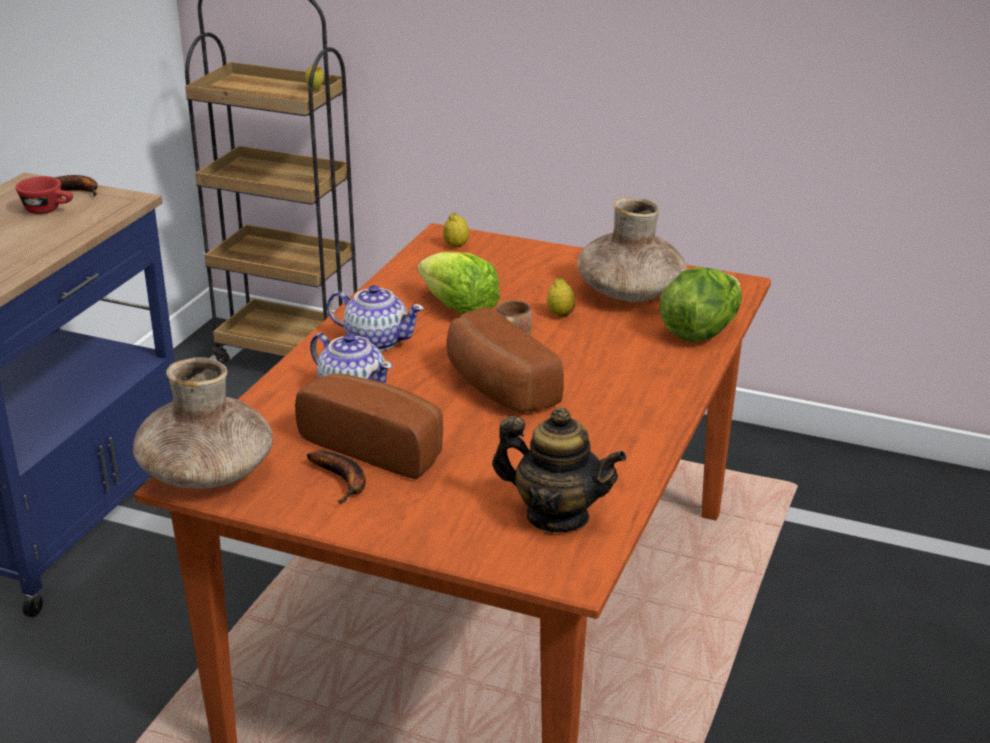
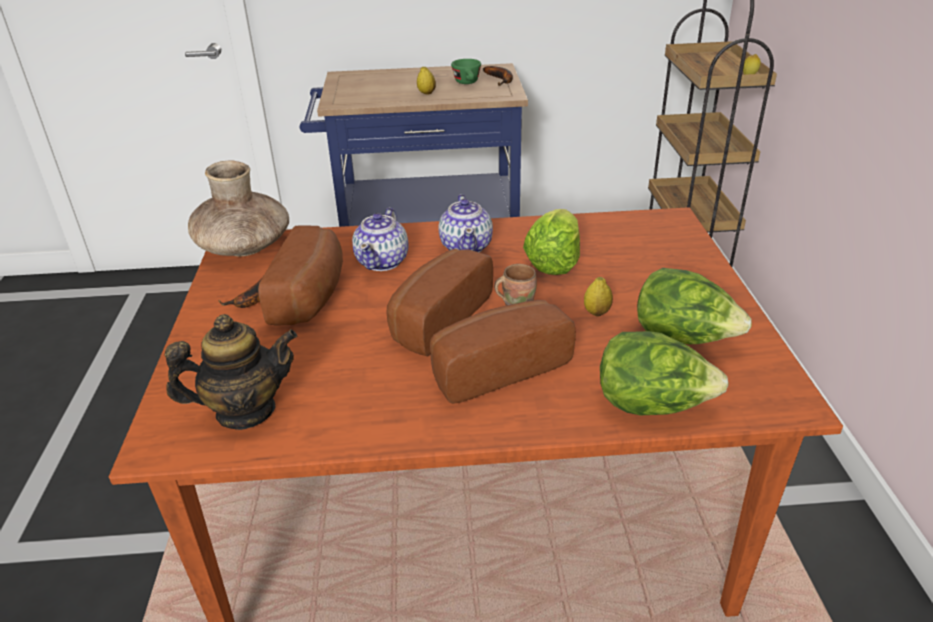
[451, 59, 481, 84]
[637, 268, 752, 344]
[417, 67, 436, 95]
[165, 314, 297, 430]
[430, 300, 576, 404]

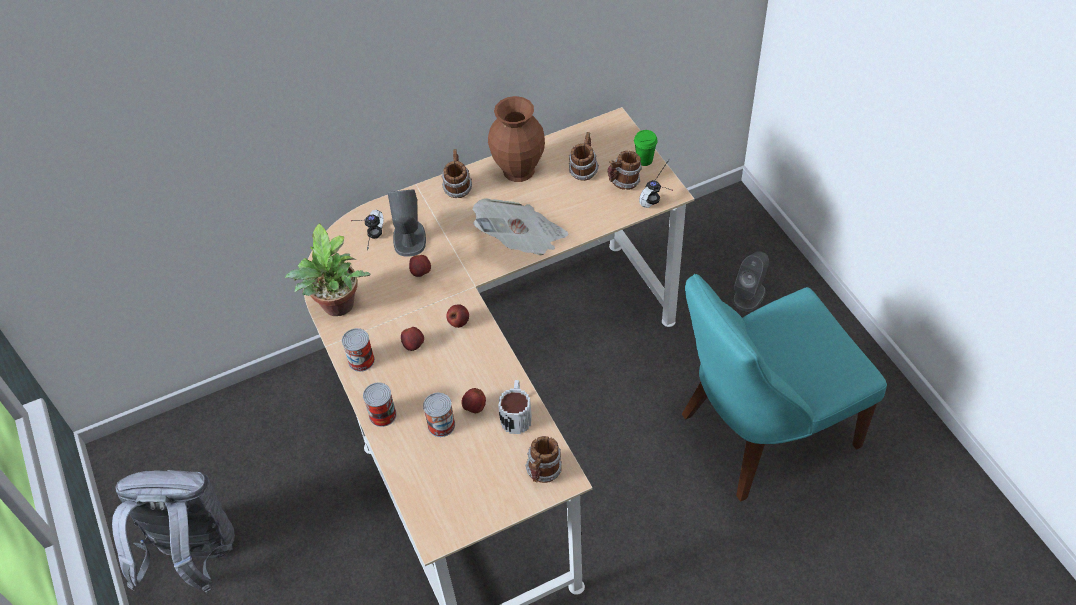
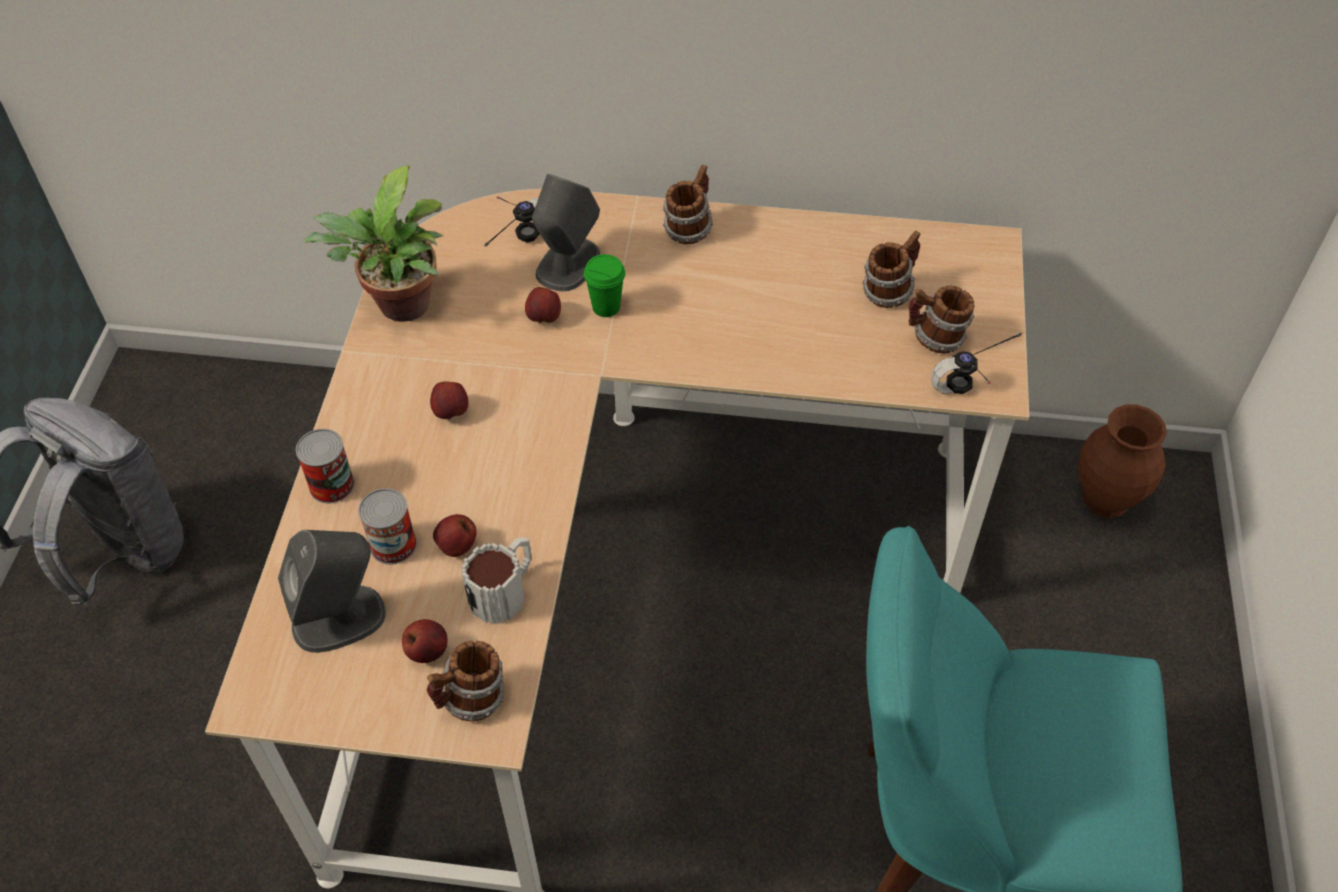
[1078, 405, 1167, 518]
[584, 254, 625, 317]
[472, 198, 569, 256] (first image)
[278, 530, 386, 653]
[402, 619, 448, 663]
[342, 328, 375, 372] (first image)

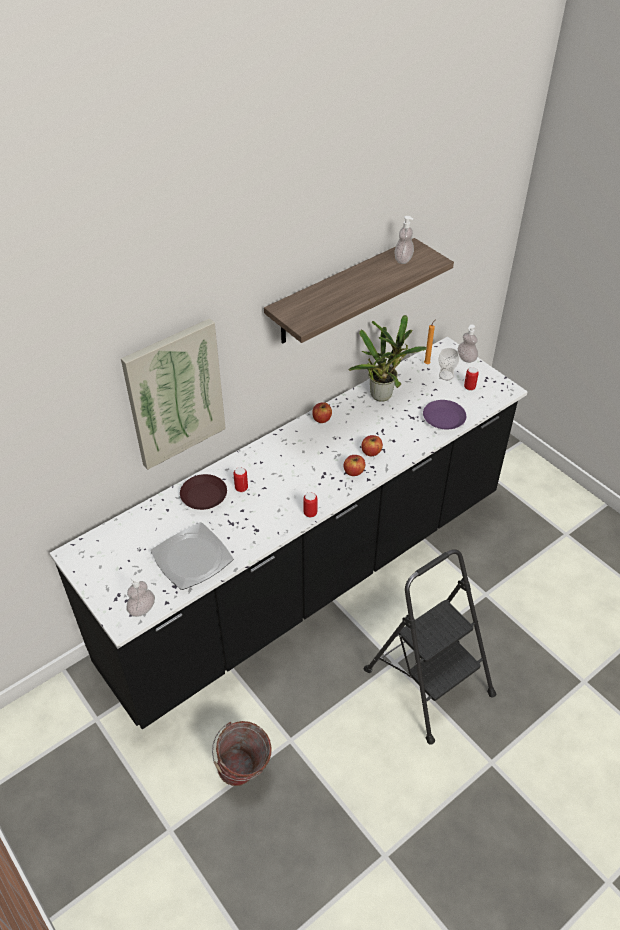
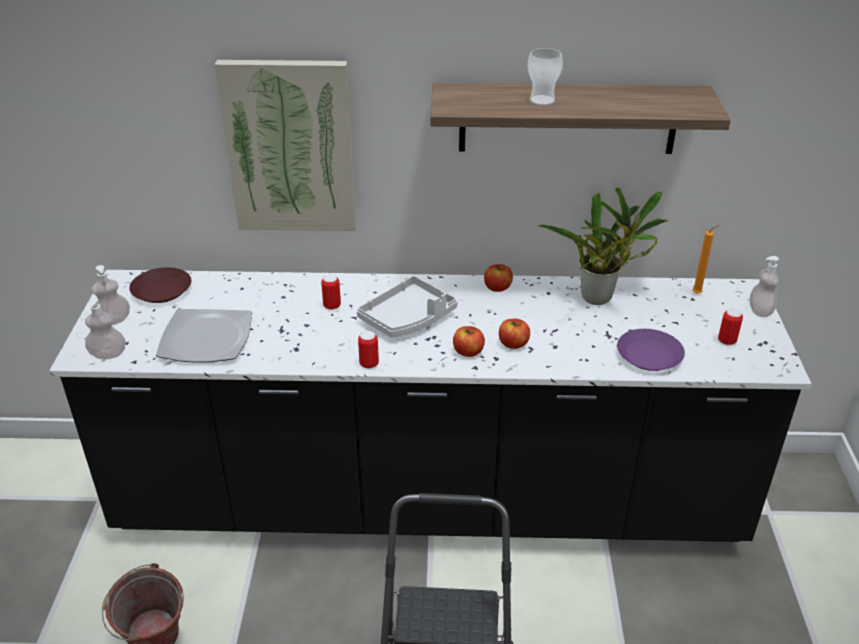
[92, 265, 130, 325]
[528, 48, 563, 106]
[129, 267, 191, 303]
[357, 276, 458, 337]

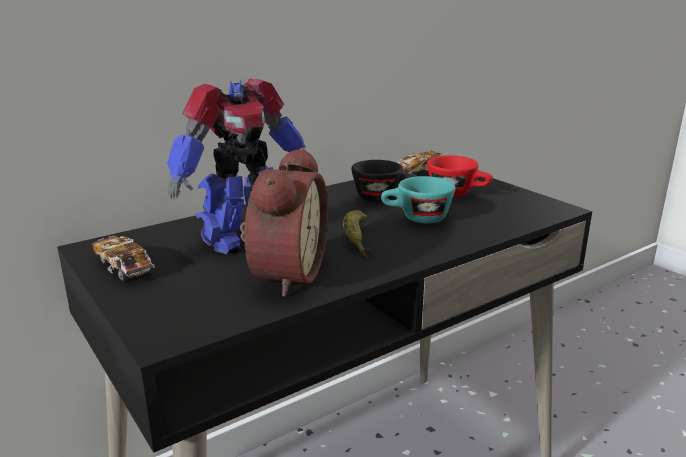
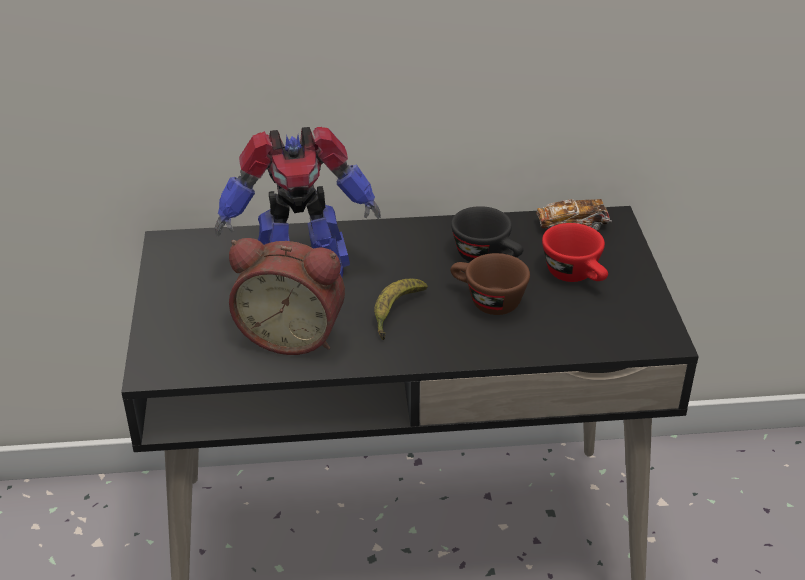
[229, 238, 345, 355]
[450, 253, 530, 315]
[92, 236, 155, 281] (first image)

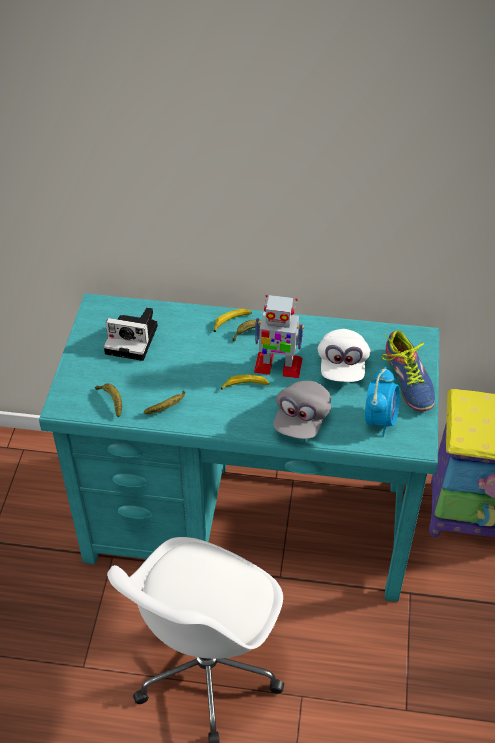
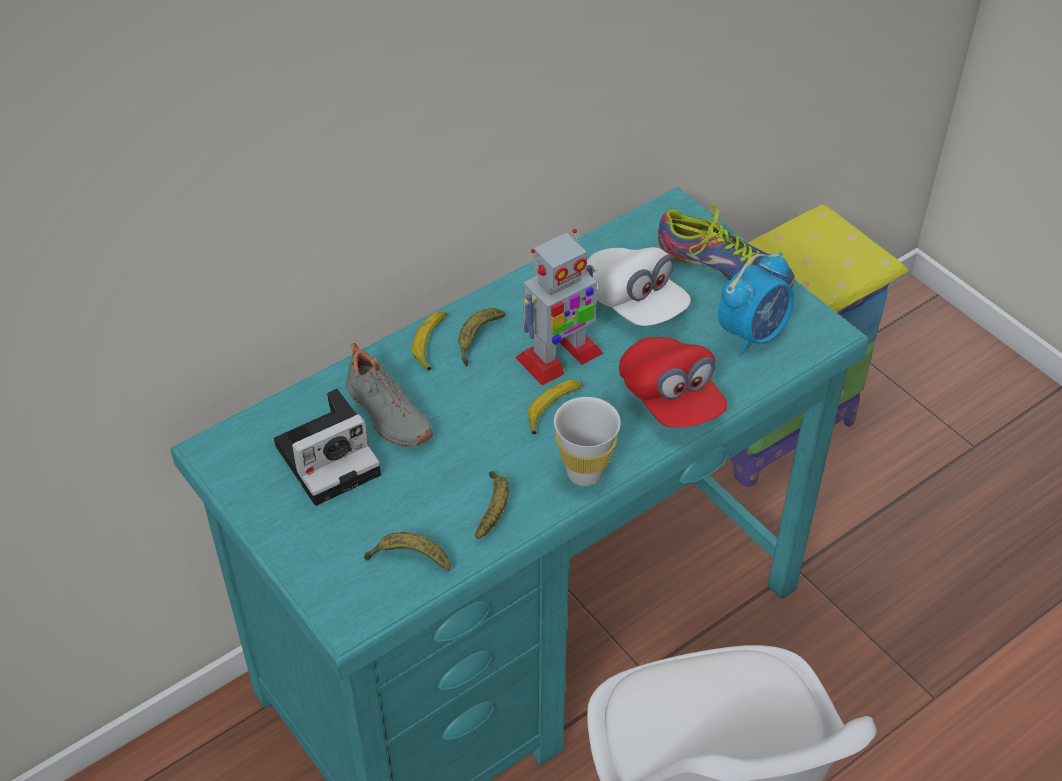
[718, 252, 794, 356]
[619, 337, 727, 428]
[346, 343, 433, 447]
[554, 397, 621, 486]

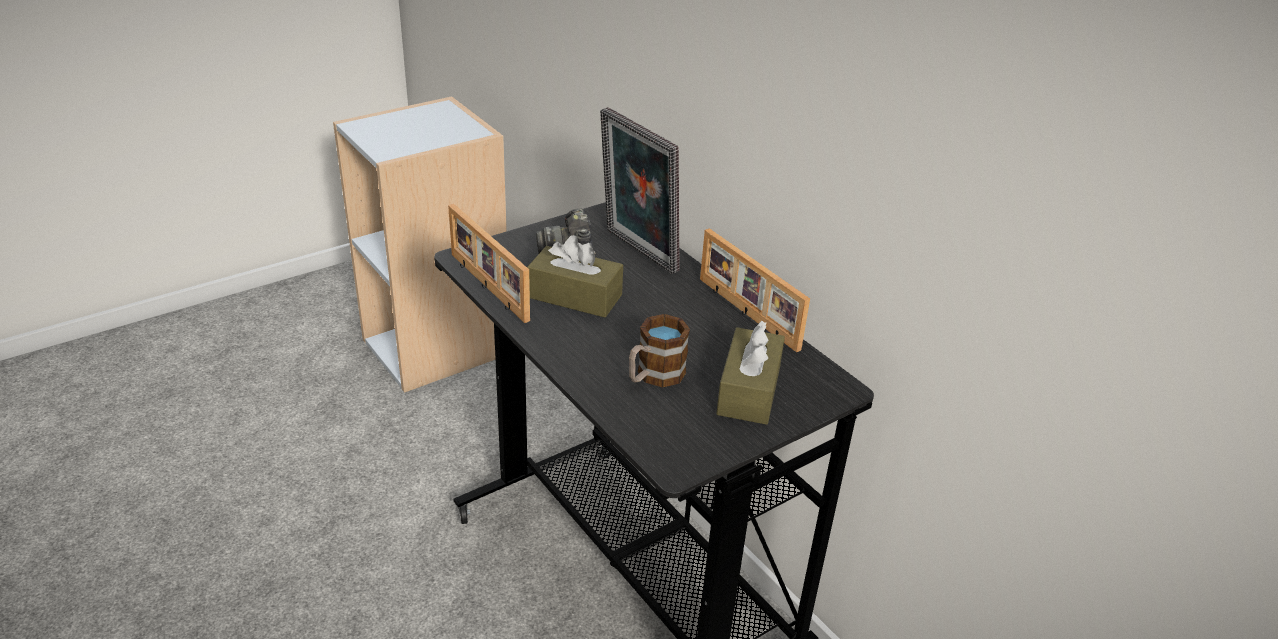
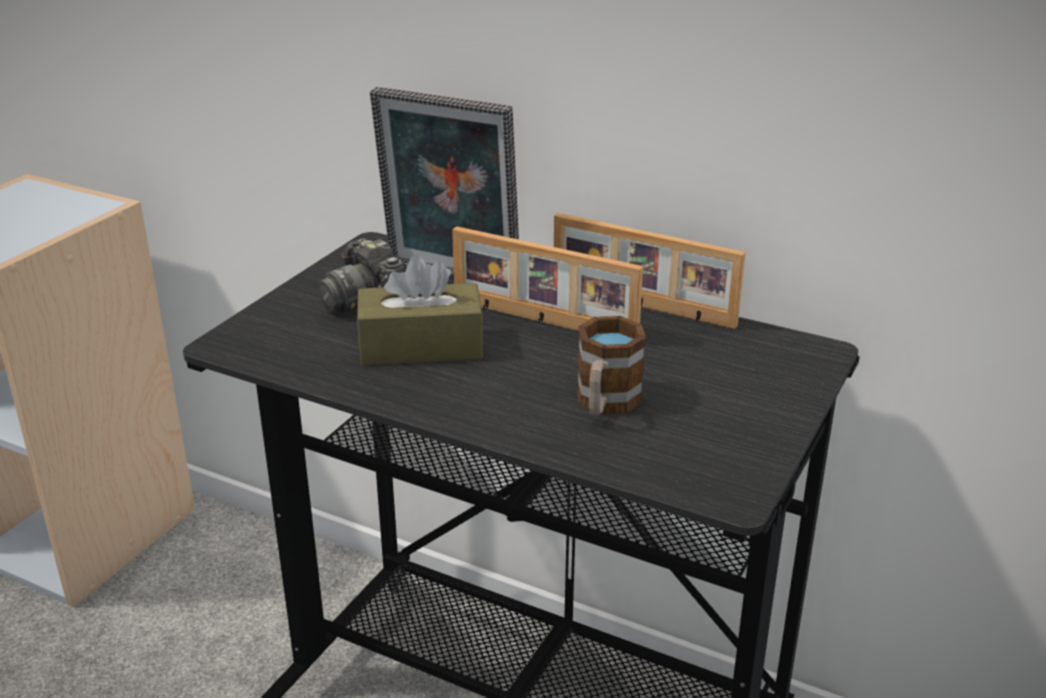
[452, 226, 643, 331]
[716, 321, 785, 425] (first image)

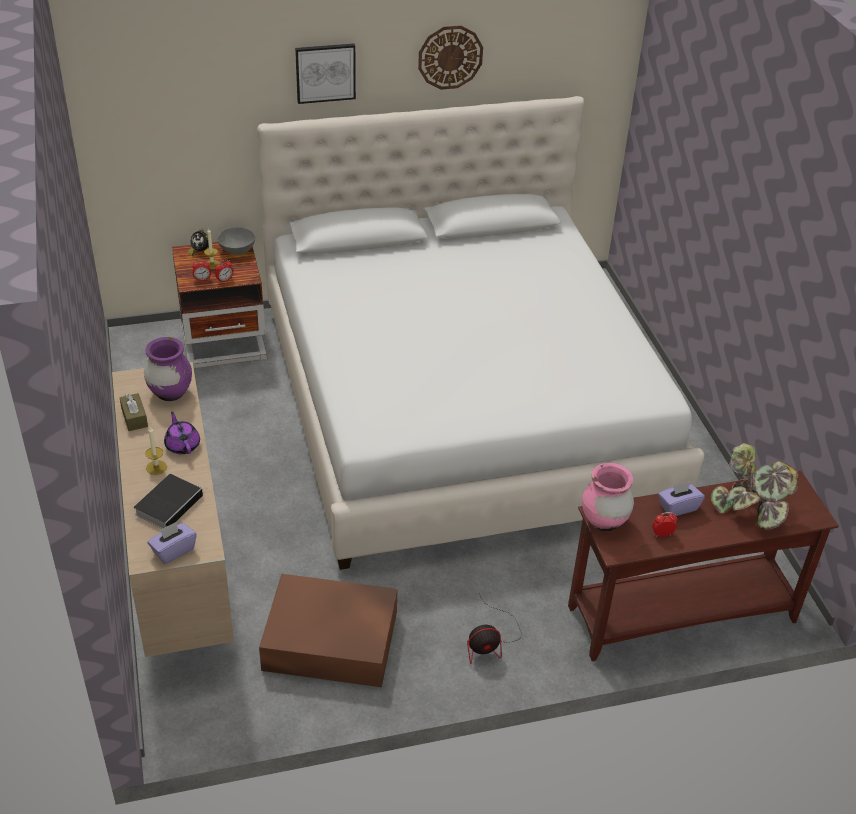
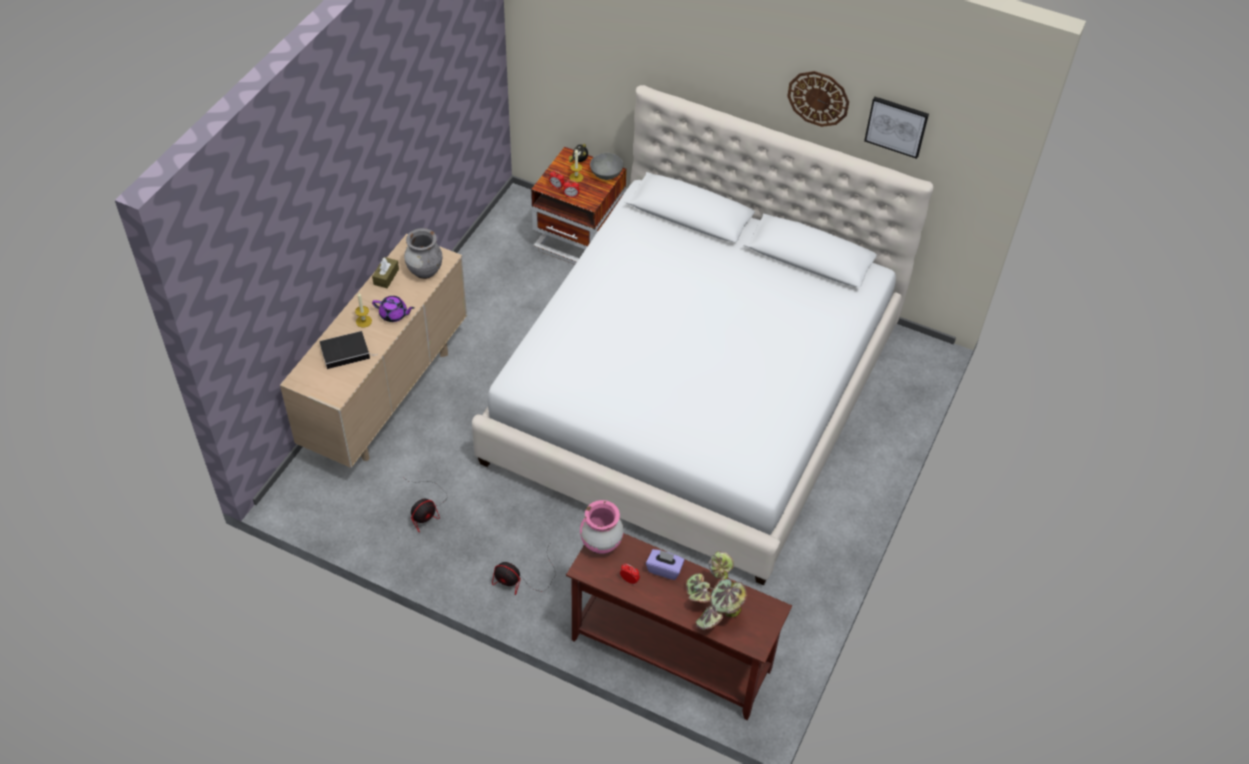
[864, 96, 929, 159]
[404, 228, 443, 279]
[372, 296, 415, 322]
[148, 522, 196, 564] (first image)
[401, 475, 447, 533]

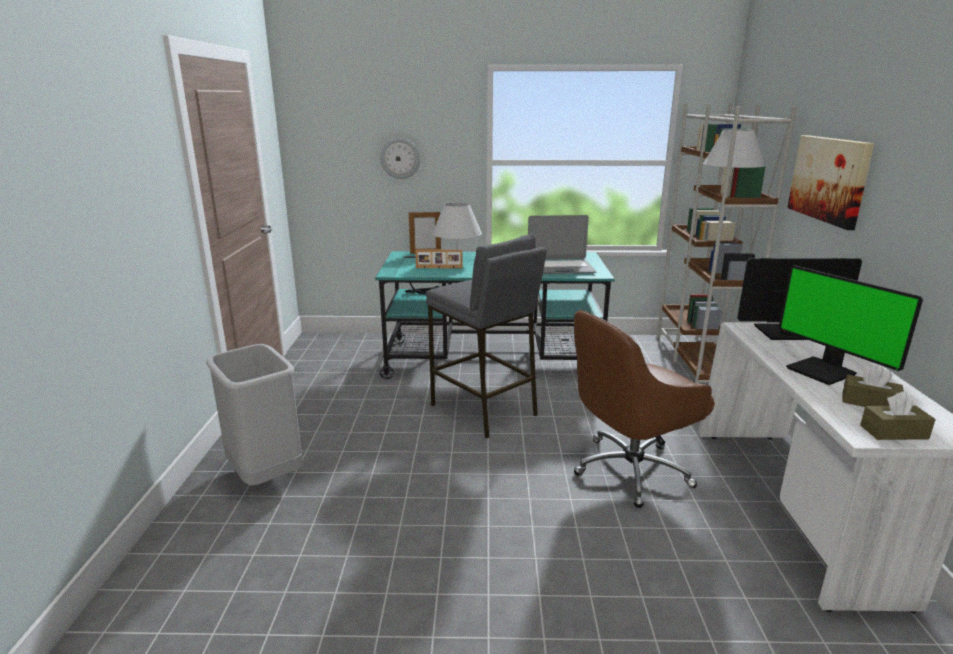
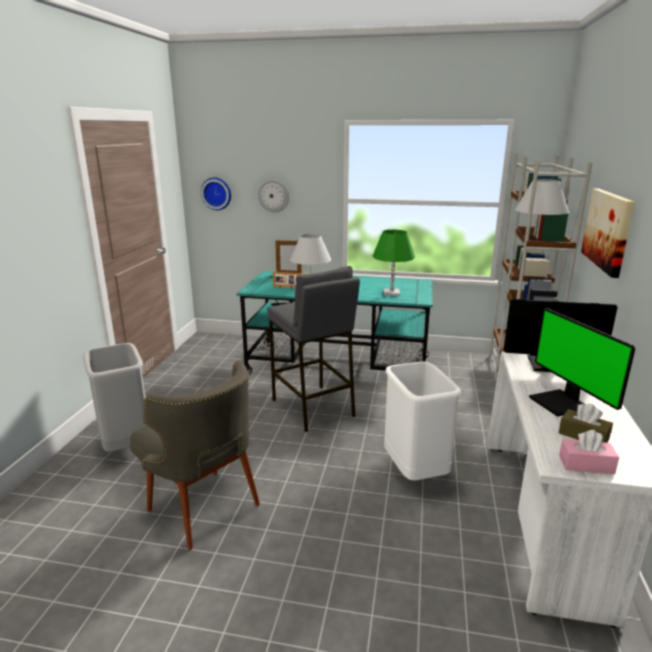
[372, 230, 415, 296]
[384, 361, 461, 480]
[559, 430, 619, 474]
[201, 177, 231, 210]
[130, 360, 260, 550]

